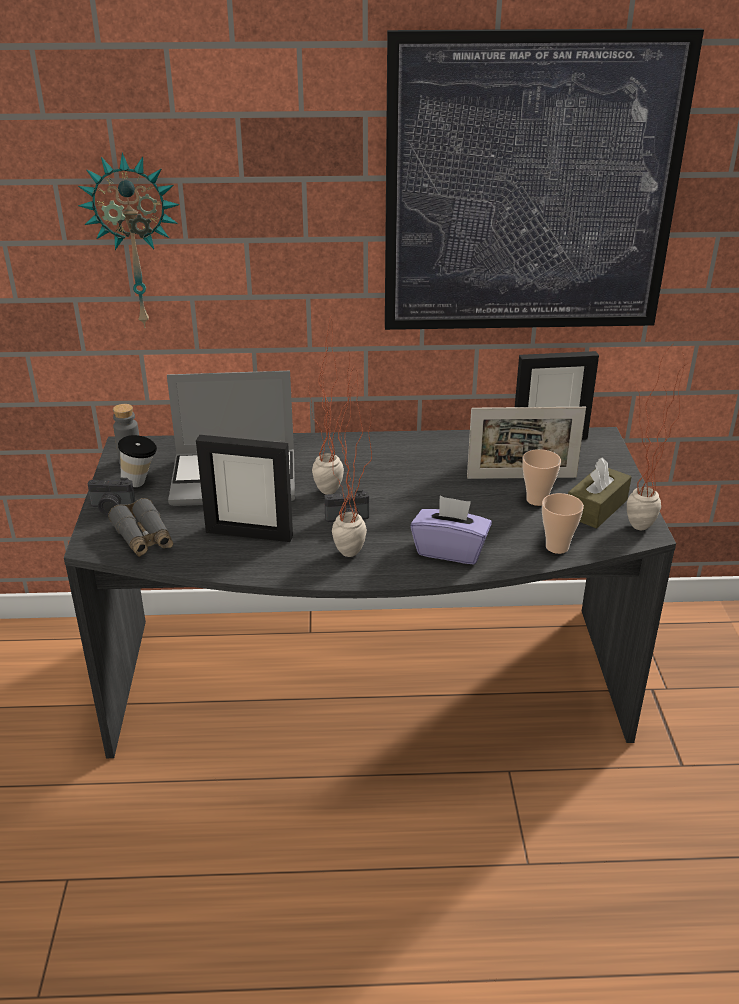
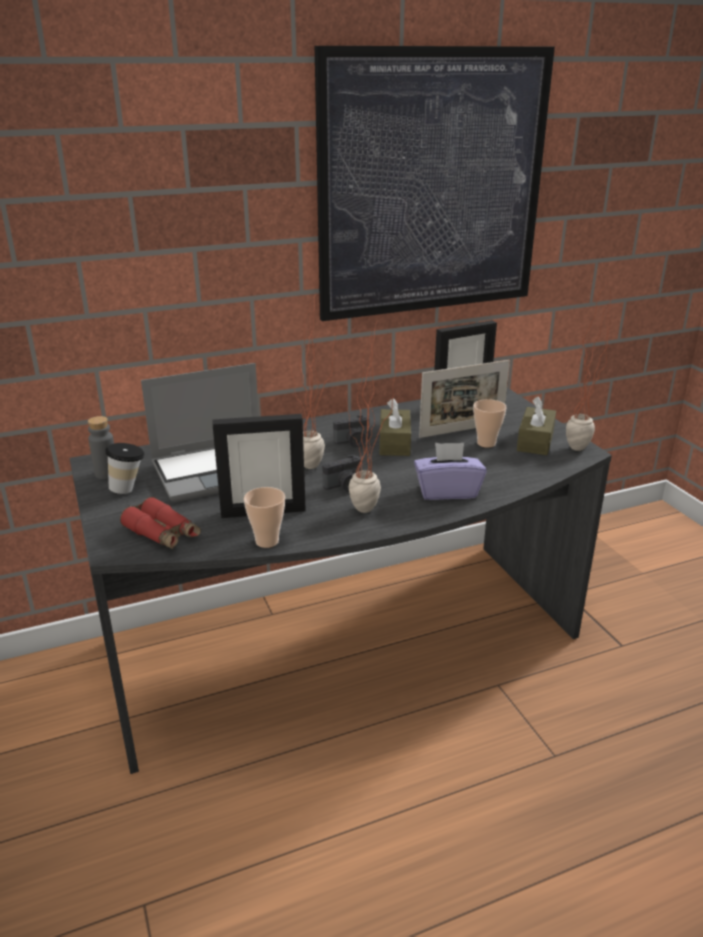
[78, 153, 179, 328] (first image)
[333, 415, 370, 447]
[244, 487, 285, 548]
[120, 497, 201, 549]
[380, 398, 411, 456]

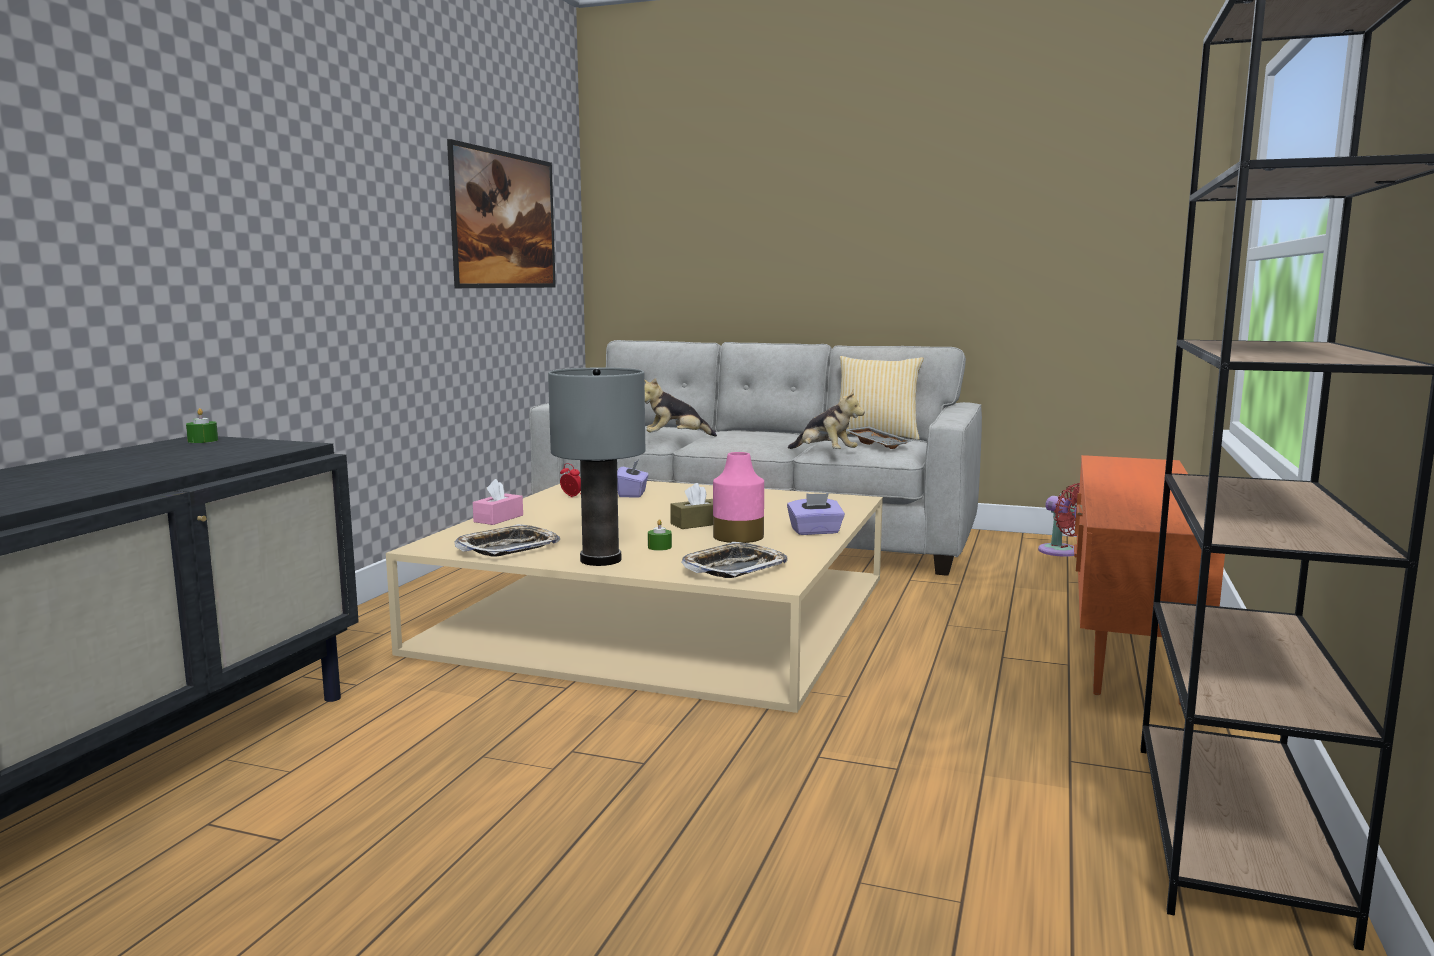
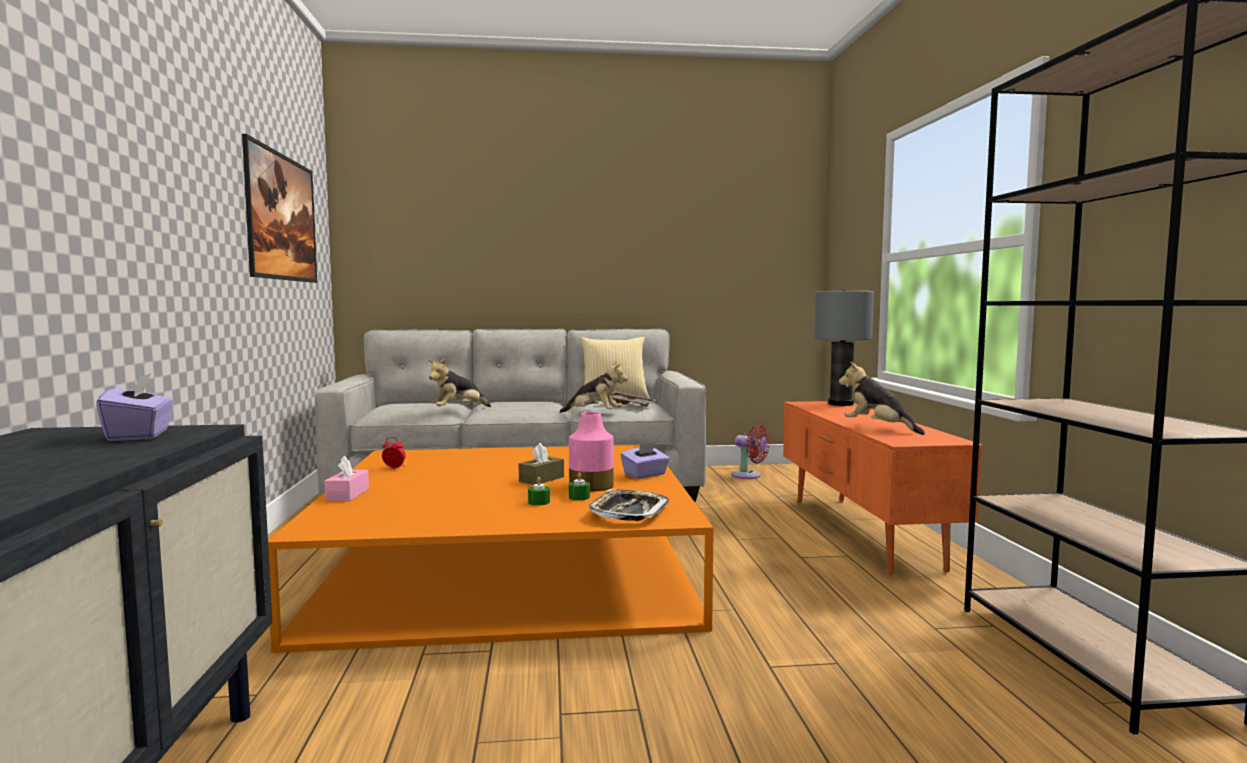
[814, 289, 874, 406]
[569, 472, 590, 500]
[96, 373, 174, 441]
[268, 445, 714, 653]
[454, 524, 560, 557] (first image)
[839, 361, 925, 435]

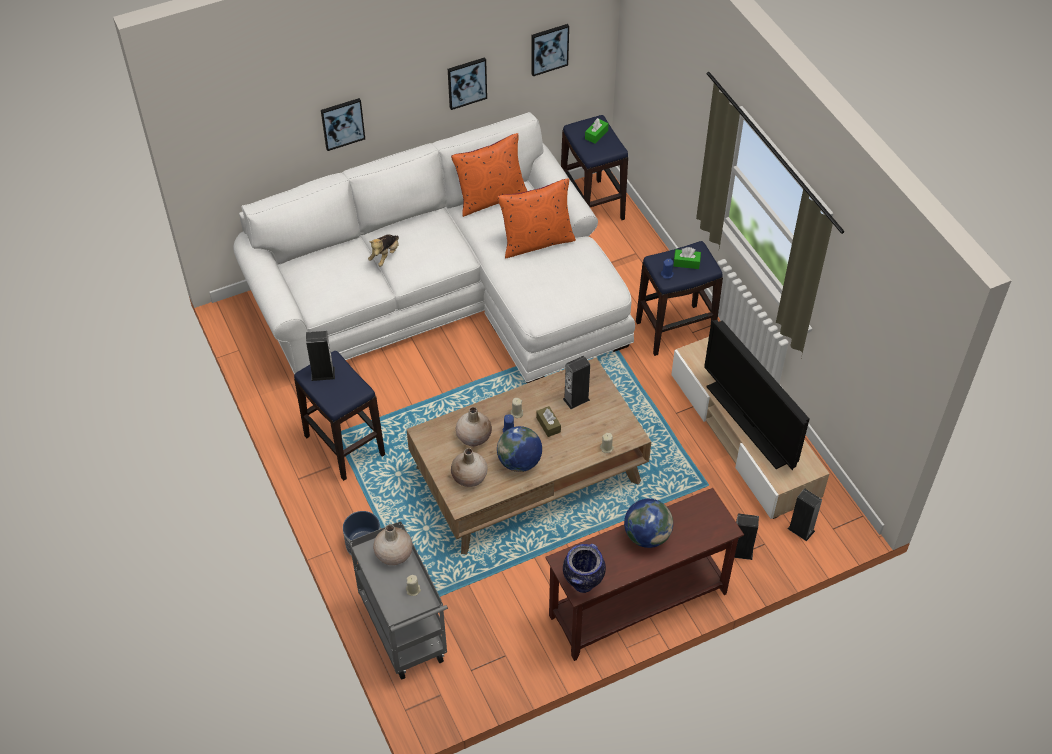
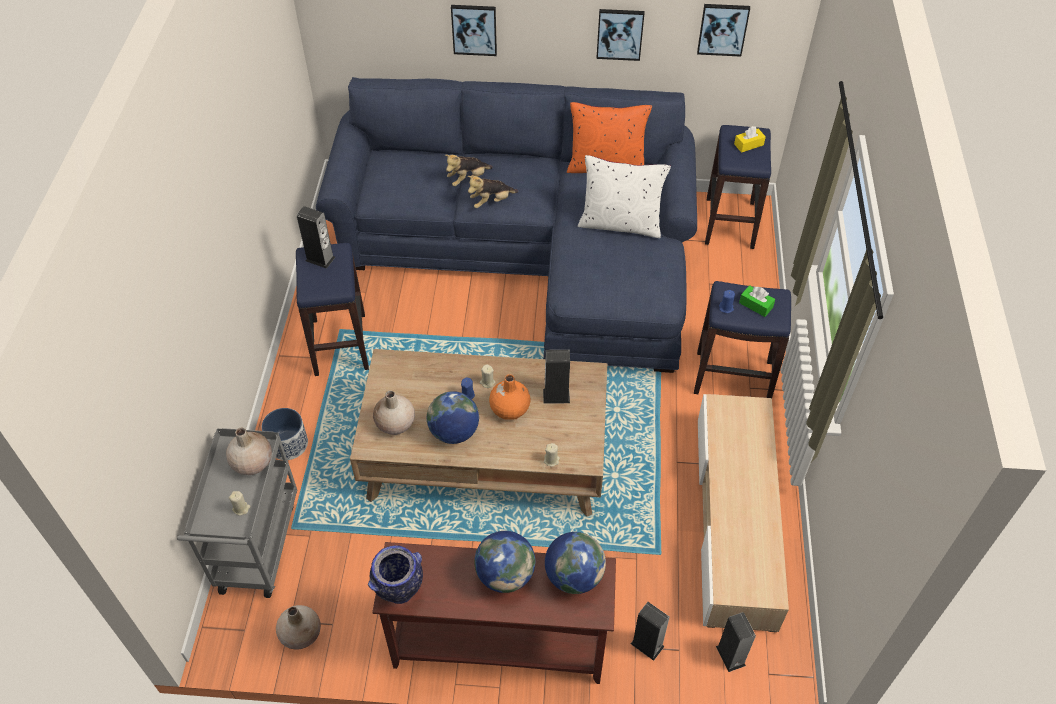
[316, 77, 697, 373]
[734, 126, 766, 153]
[578, 155, 671, 238]
[704, 320, 809, 471] (first image)
[489, 374, 531, 420]
[276, 605, 321, 650]
[468, 176, 518, 208]
[545, 532, 606, 594]

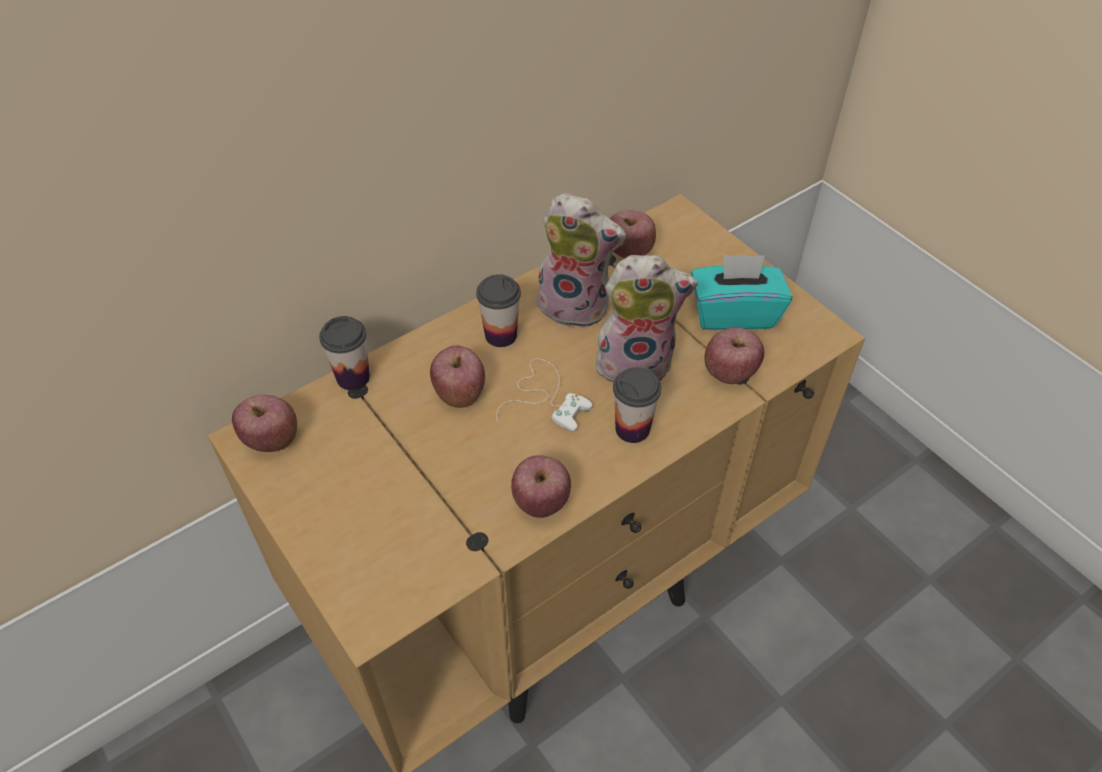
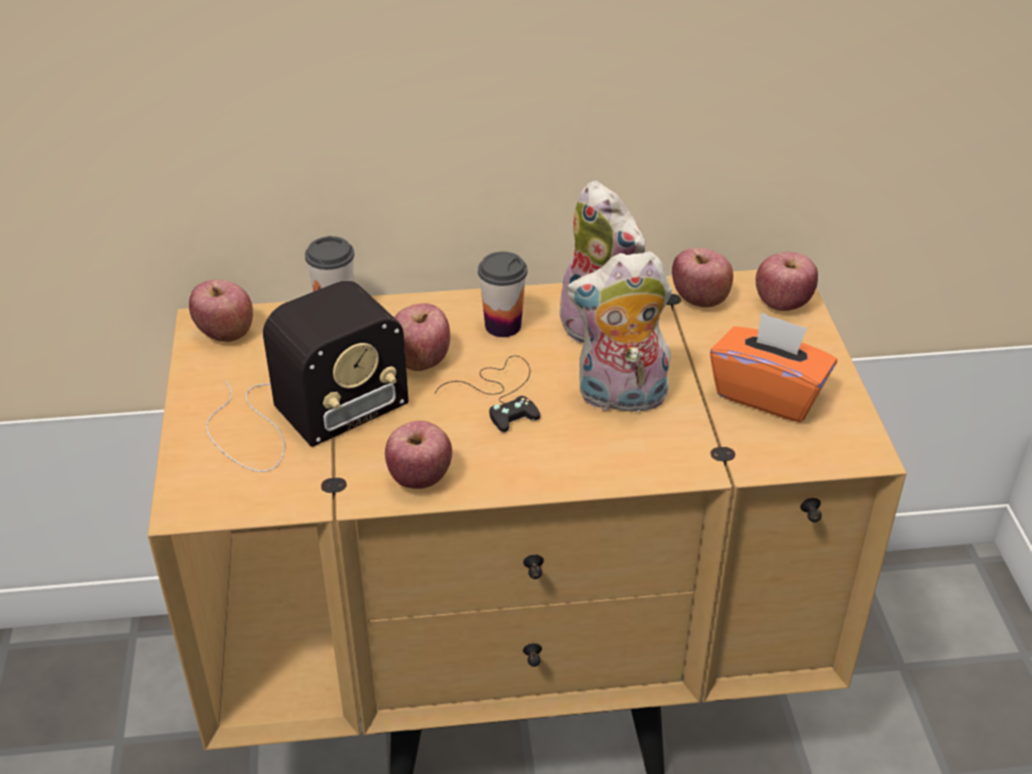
[710, 312, 837, 422]
[566, 251, 672, 418]
[756, 252, 818, 311]
[435, 356, 540, 433]
[613, 367, 661, 443] (first image)
[206, 281, 409, 472]

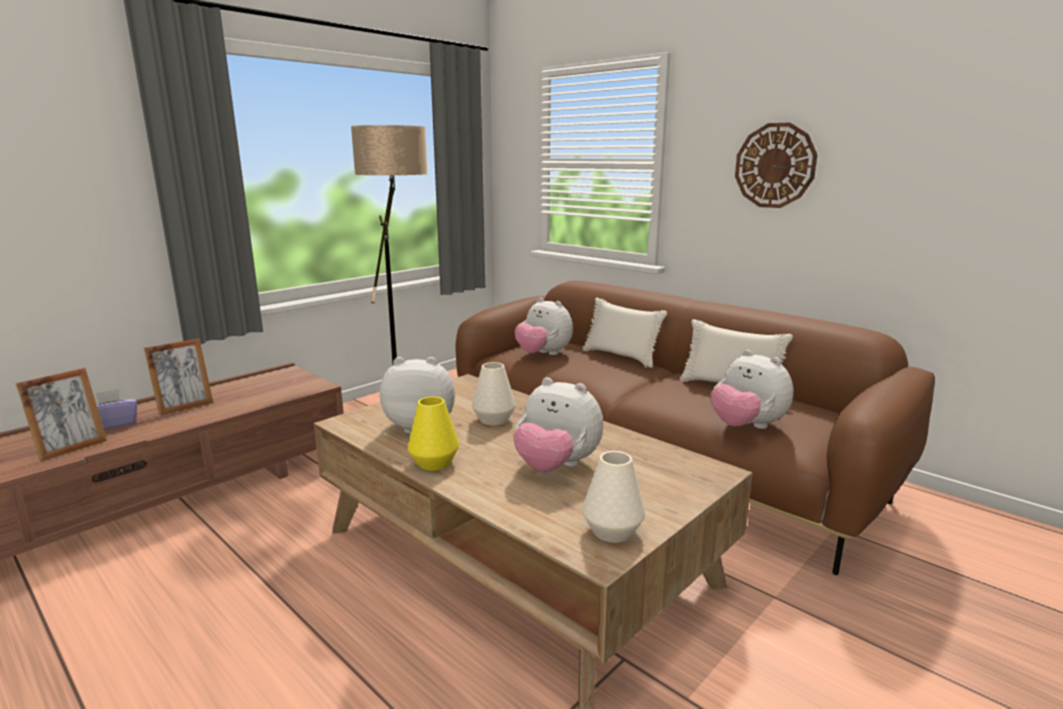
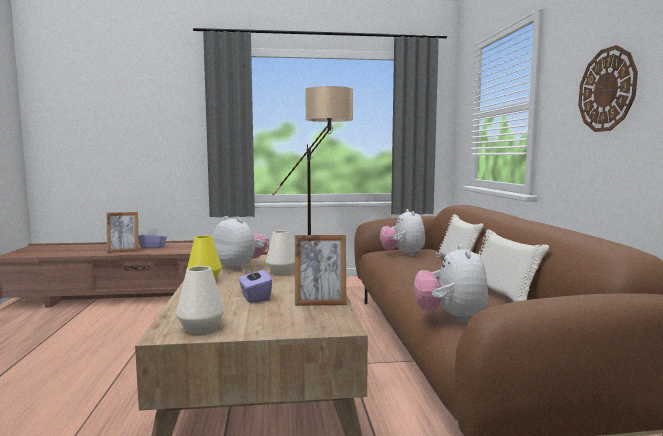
[295, 235, 346, 306]
[238, 267, 272, 303]

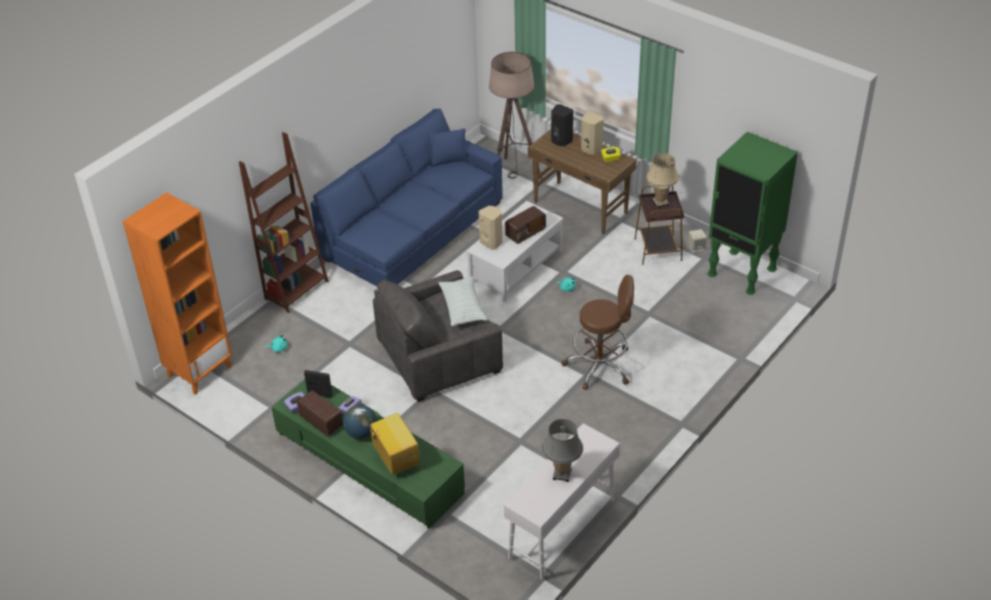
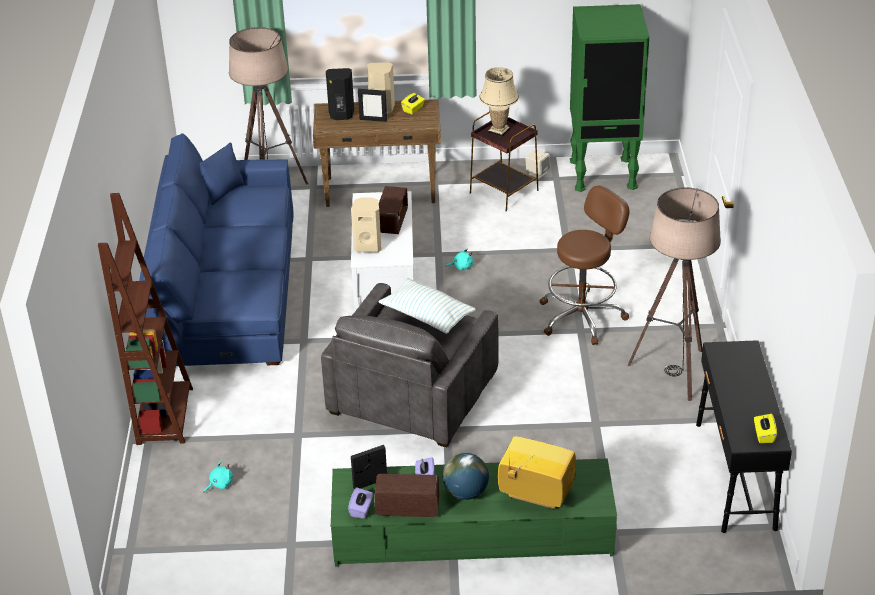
[123, 192, 232, 395] (first image)
[542, 419, 583, 482] (first image)
[696, 340, 792, 533]
[358, 89, 387, 122]
[628, 187, 721, 401]
[754, 414, 777, 443]

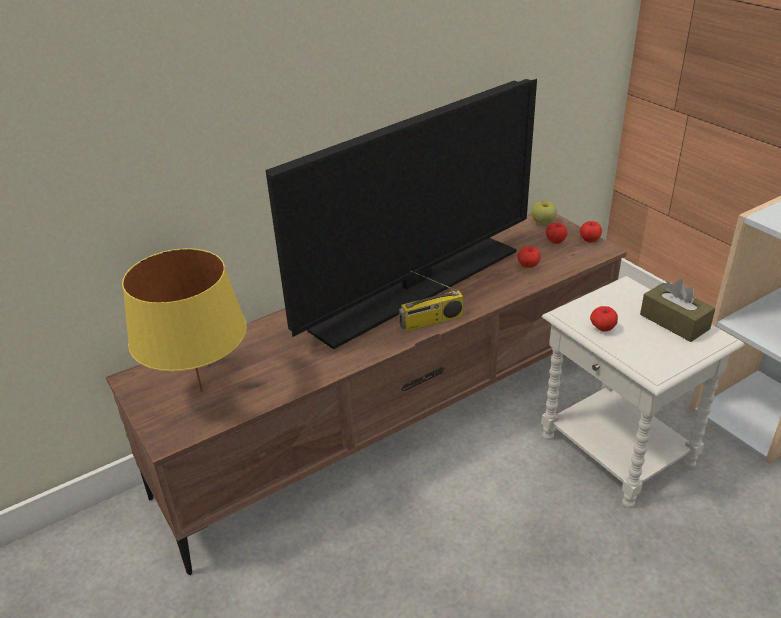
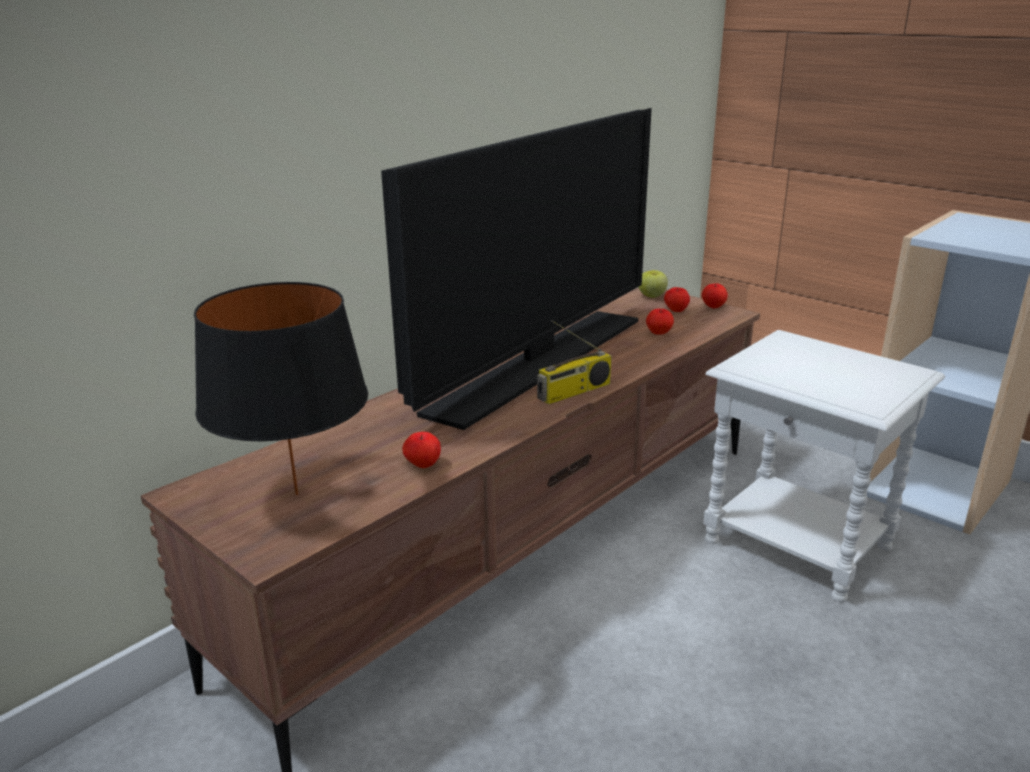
[194, 282, 368, 495]
[640, 279, 715, 342] (first image)
[402, 432, 441, 468]

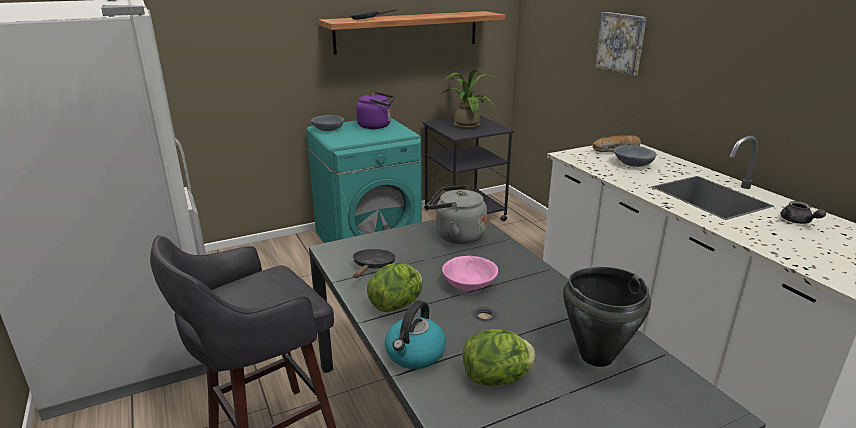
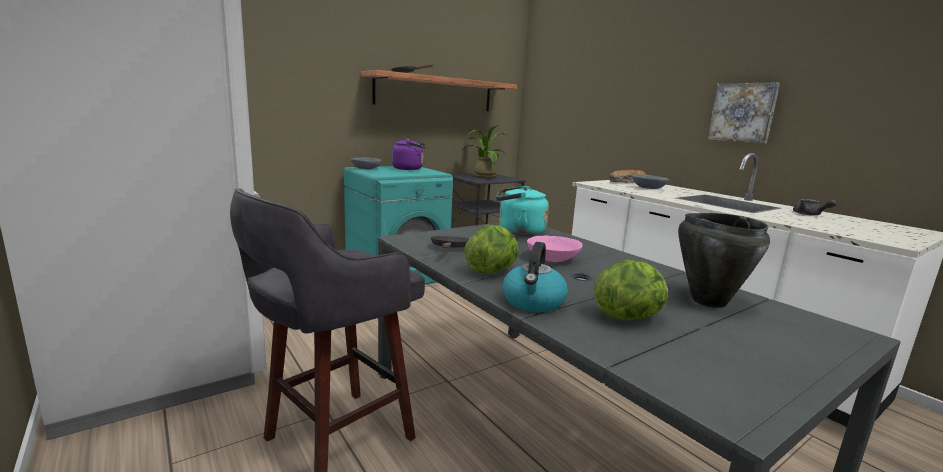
[707, 82, 780, 144]
[496, 186, 549, 236]

